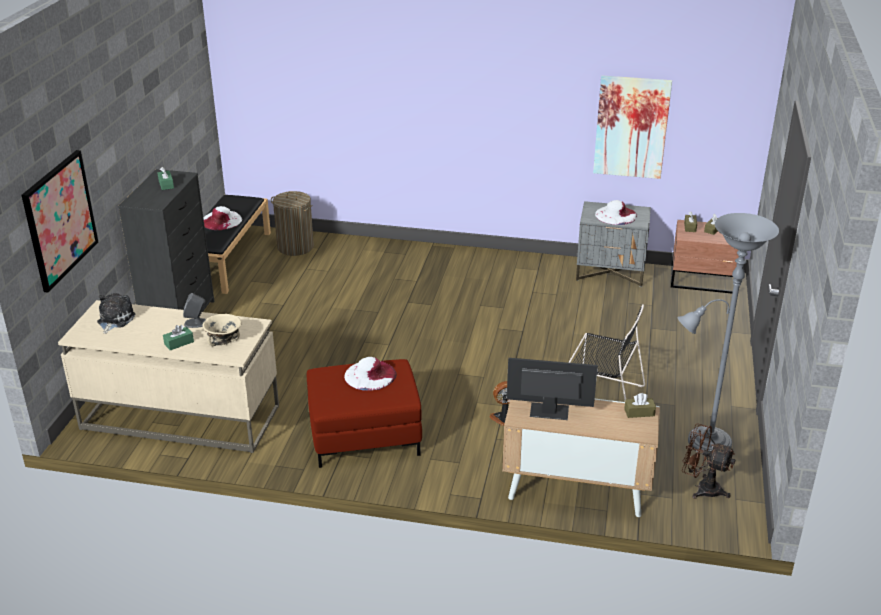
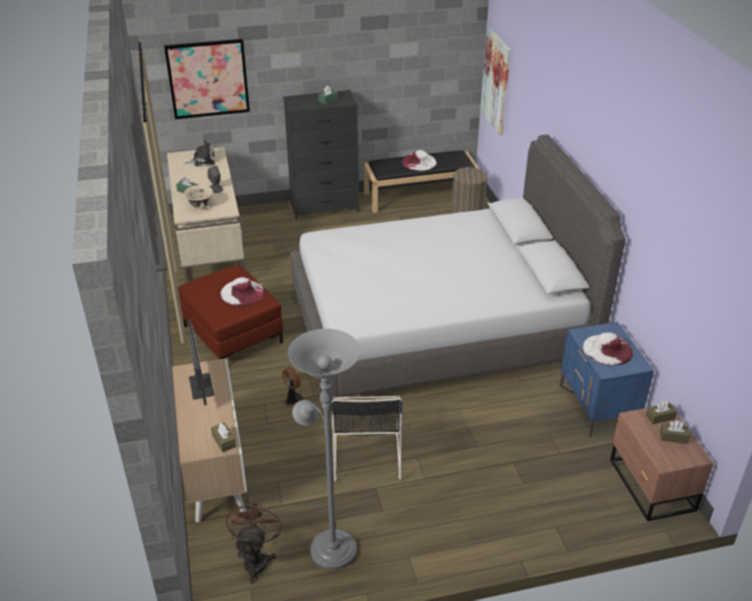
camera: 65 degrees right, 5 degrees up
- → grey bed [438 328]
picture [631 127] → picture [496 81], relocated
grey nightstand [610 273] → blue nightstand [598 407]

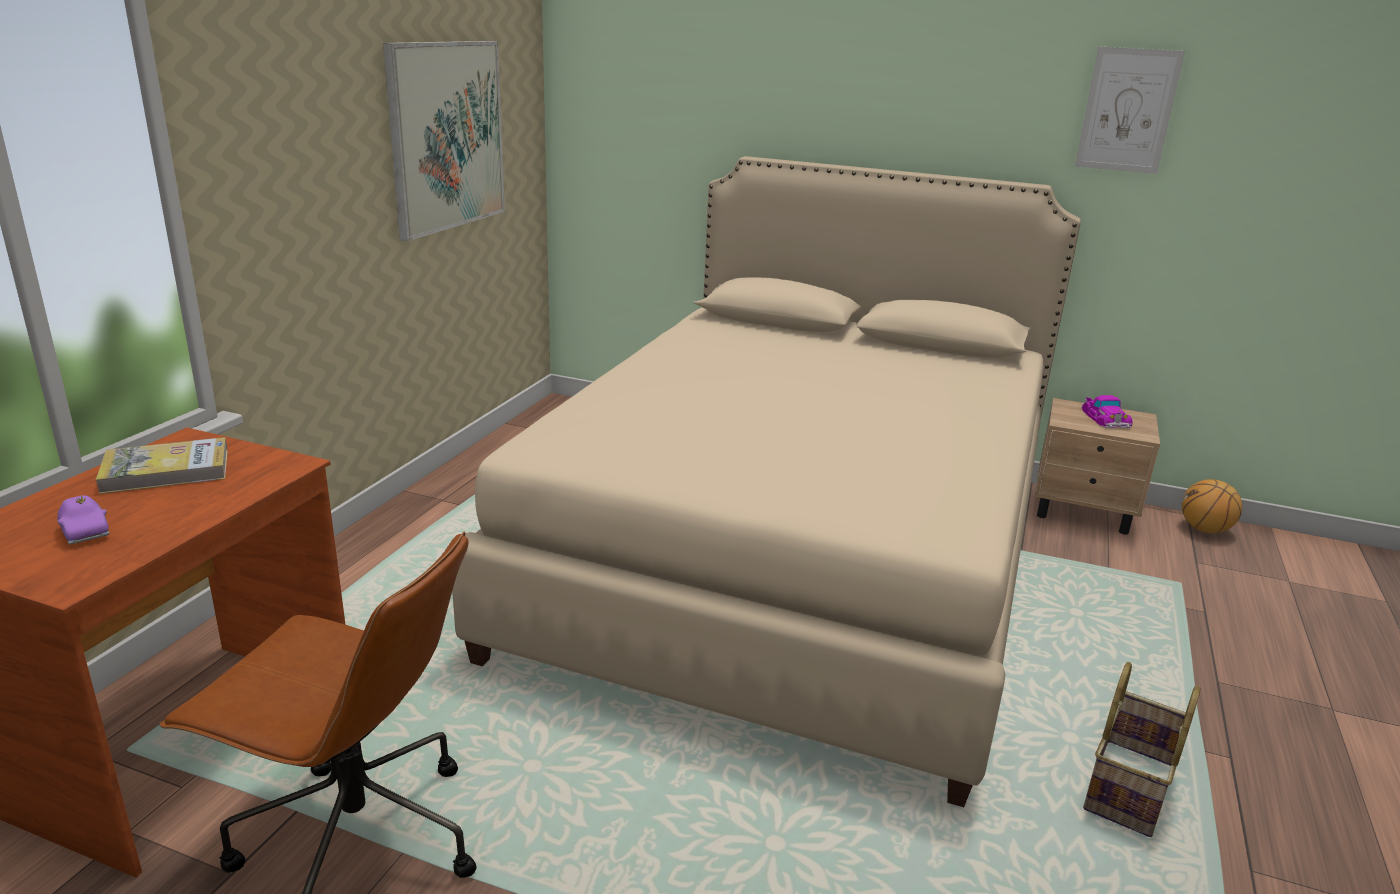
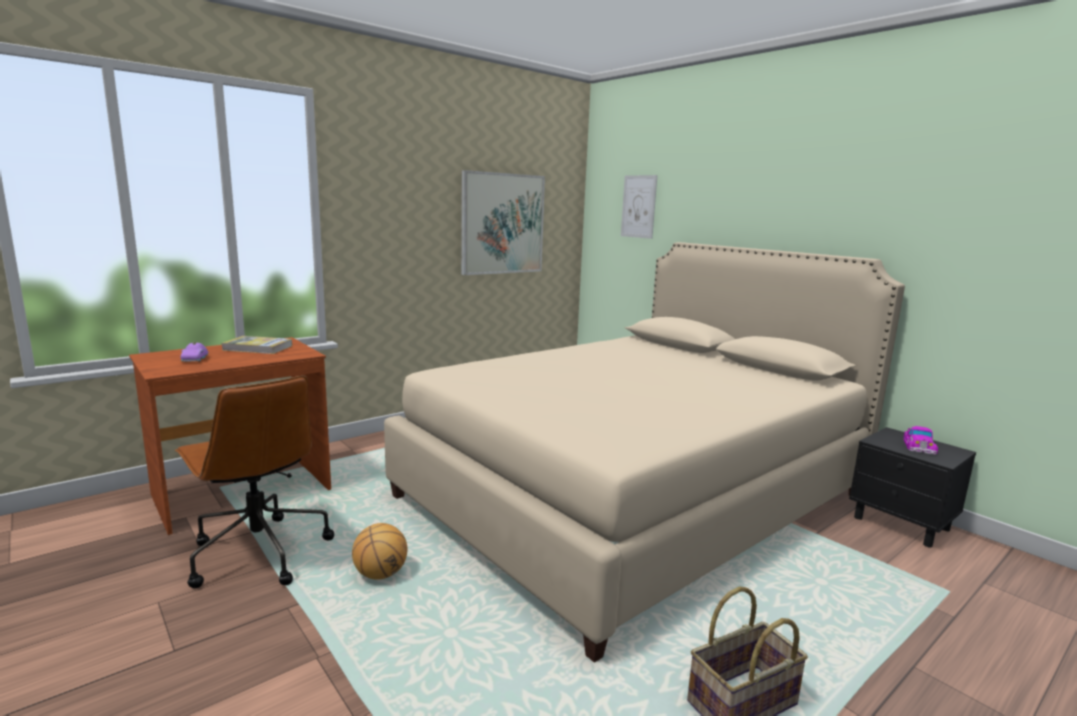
camera: 30 degrees right, 10 degrees down
picture [1127 110] → picture [638 206], relocated
basketball [1204 530] → basketball [380 574], relocated
beige nightstand [1084 512] → black nightstand [902 524]

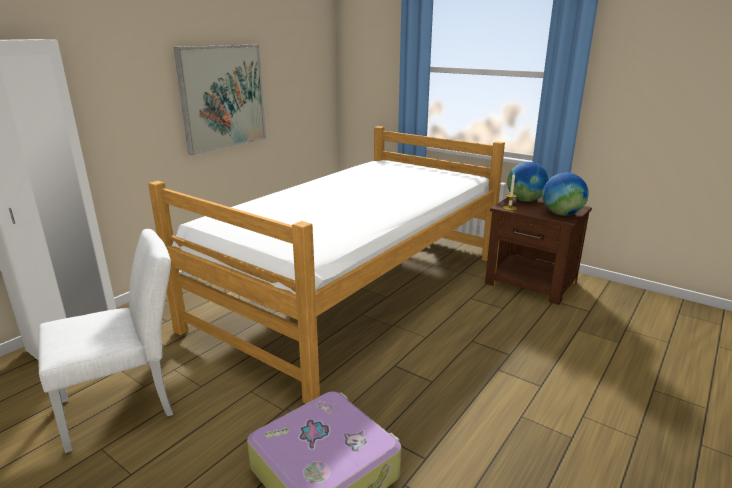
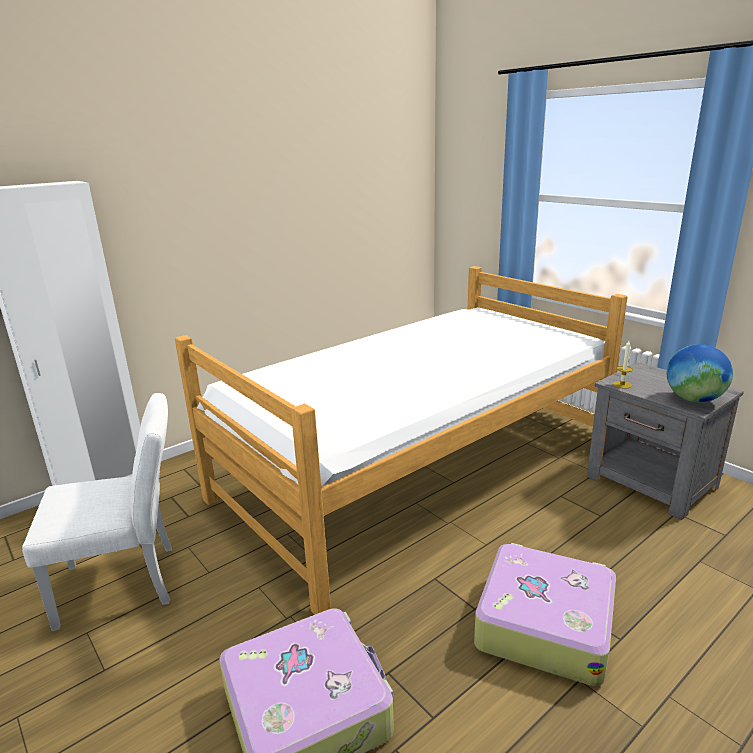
camera: 15 degrees right, 0 degrees up
picture [223 97] → -
globe [525 200] → -
- → suitcase [543 623]
brown nightstand [531 283] → grey nightstand [652 483]

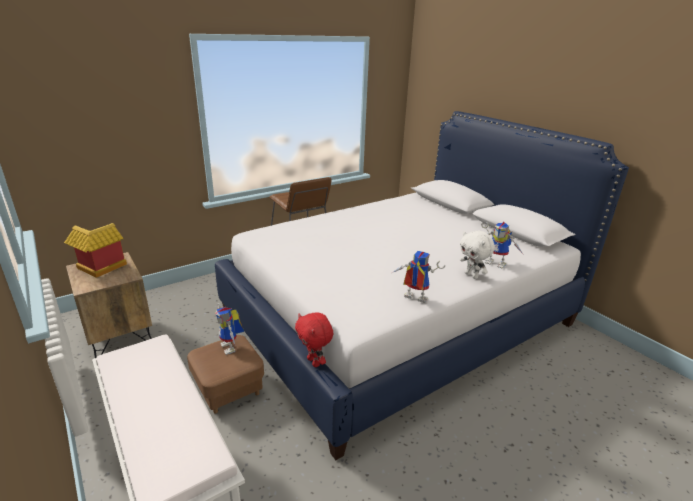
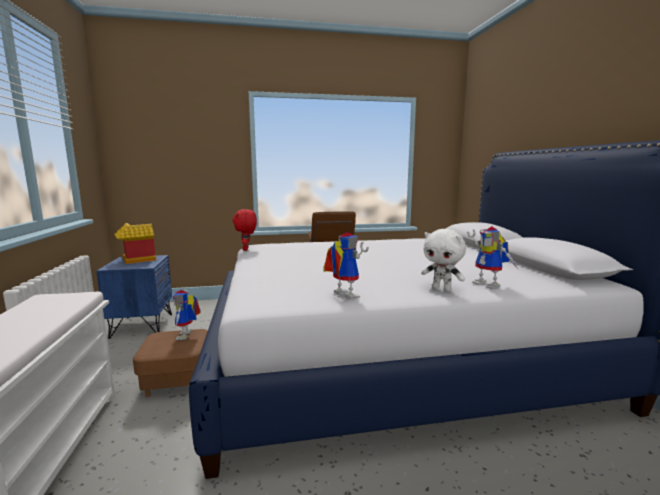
camera: 25 degrees right, 15 degrees down
red plush toy [314 362] → red plush toy [246 249], relocated
brown nightstand [119 338] → blue nightstand [141 325]
white plush toy [472 275] → white plush toy [442 289], 45 degrees counterclockwise

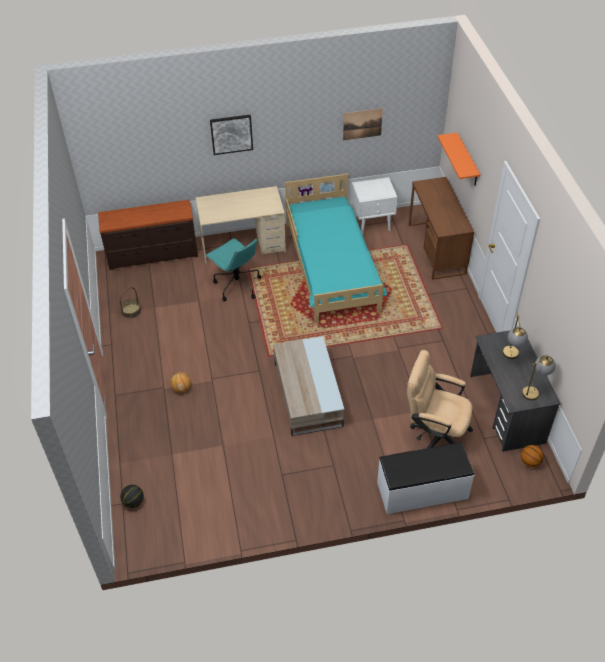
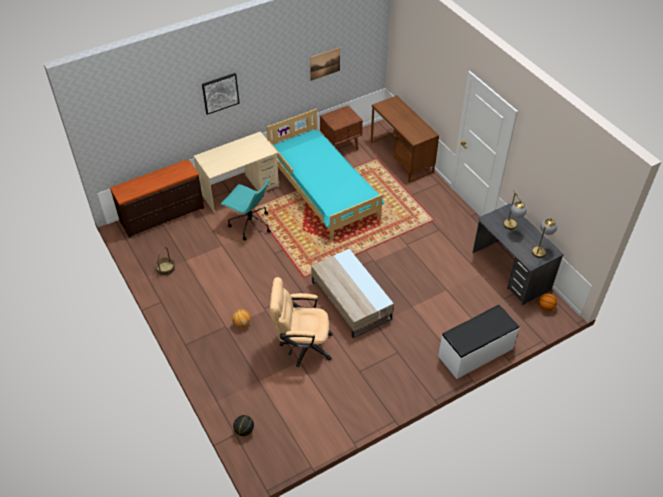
camera: 20 degrees left, 0 degrees up
orange shelf [467 160] → -
beige office chair [435 434] → beige office chair [302 345], relocated
white nightstand [373 223] → brown nightstand [341 147]

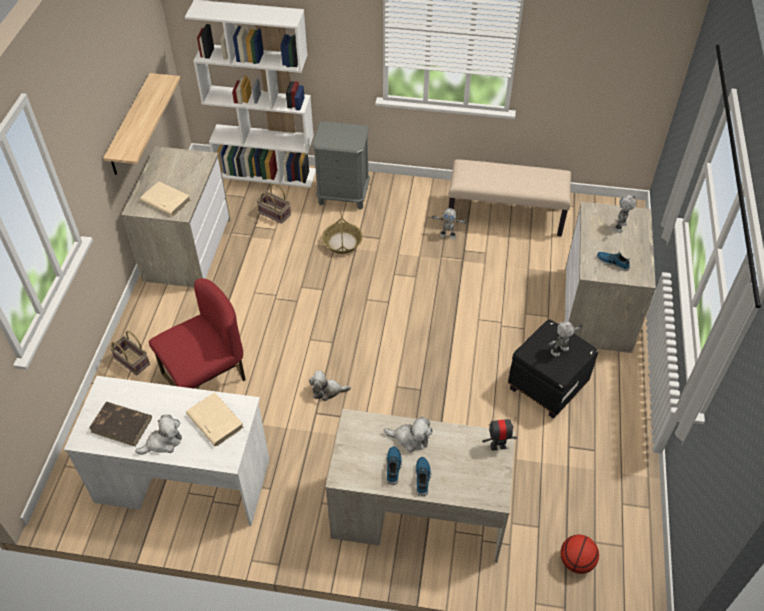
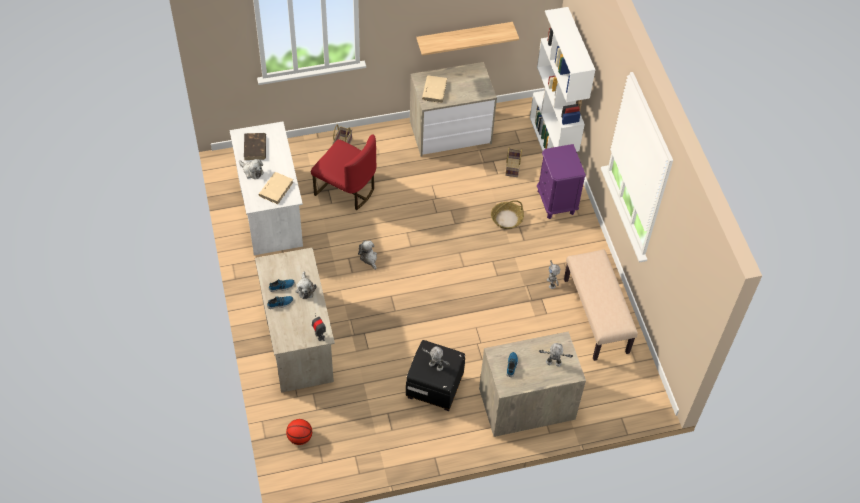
camera: 65 degrees right, 5 degrees up
grey nightstand [343 195] → purple nightstand [556 202]

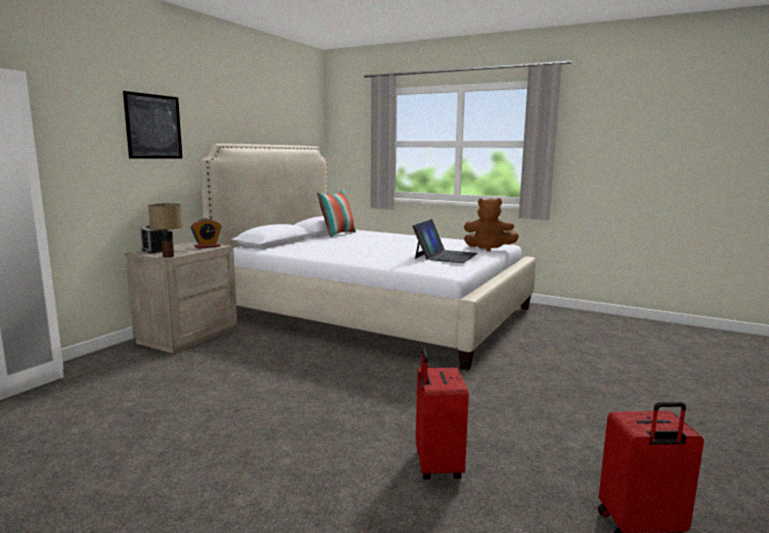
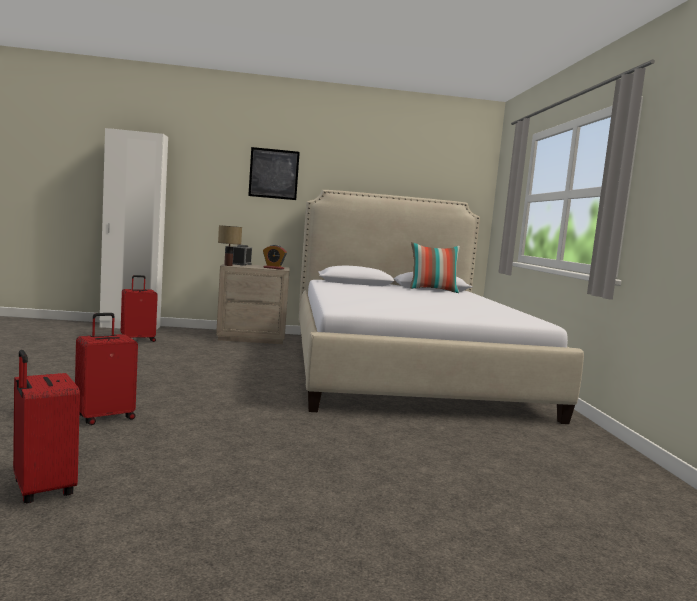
camera: 55 degrees right, 5 degrees down
laptop [445 256] → -
brown plush toy [488 248] → -
- → red suitcase [138 340]

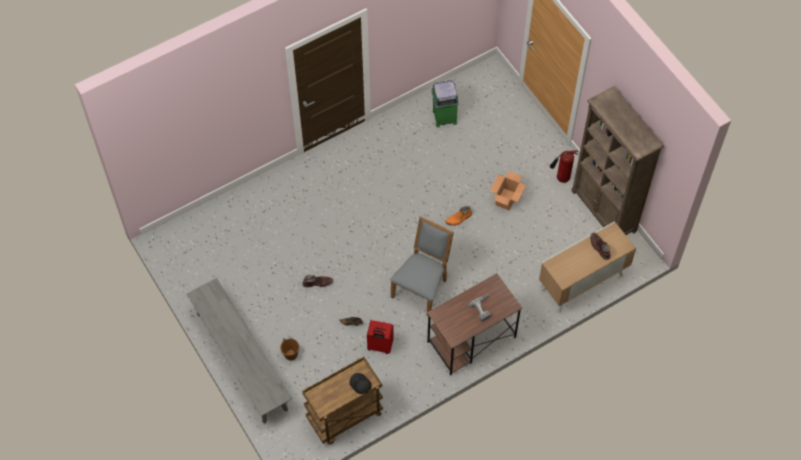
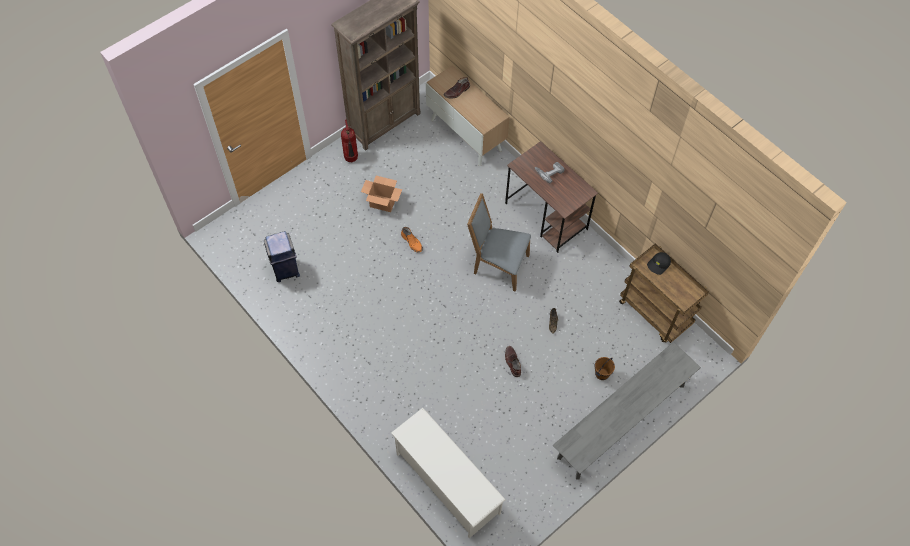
camera: 100 degrees left, 0 degrees up
red suitcase [380 346] → -
- → white shoe rack [447 483]
green trash can [444 117] → blue trash can [285 270]

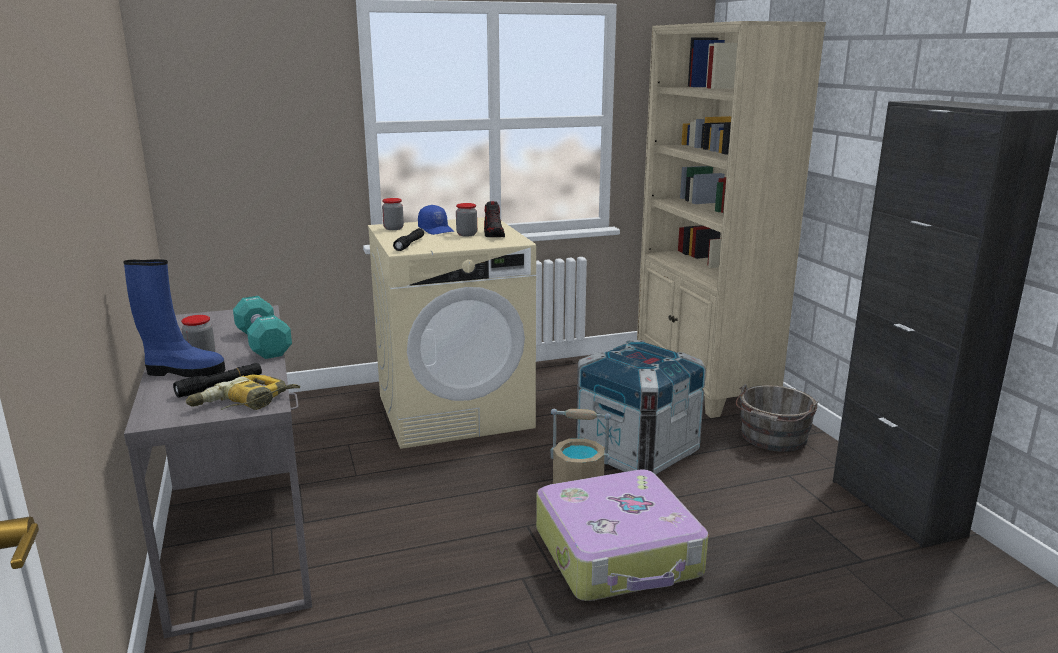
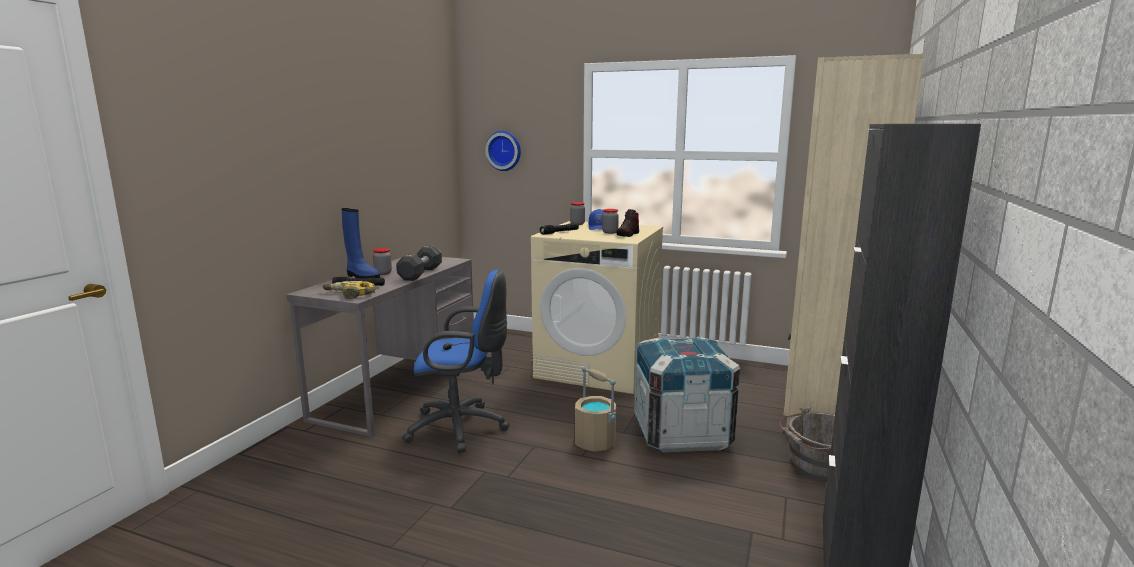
camera: 40 degrees right, 5 degrees down
suitcase [619 553] → -
- → blue office chair [462 428]
- → wall clock [504 150]
turquoise dumbbell [263 343] → black dumbbell [420 273]

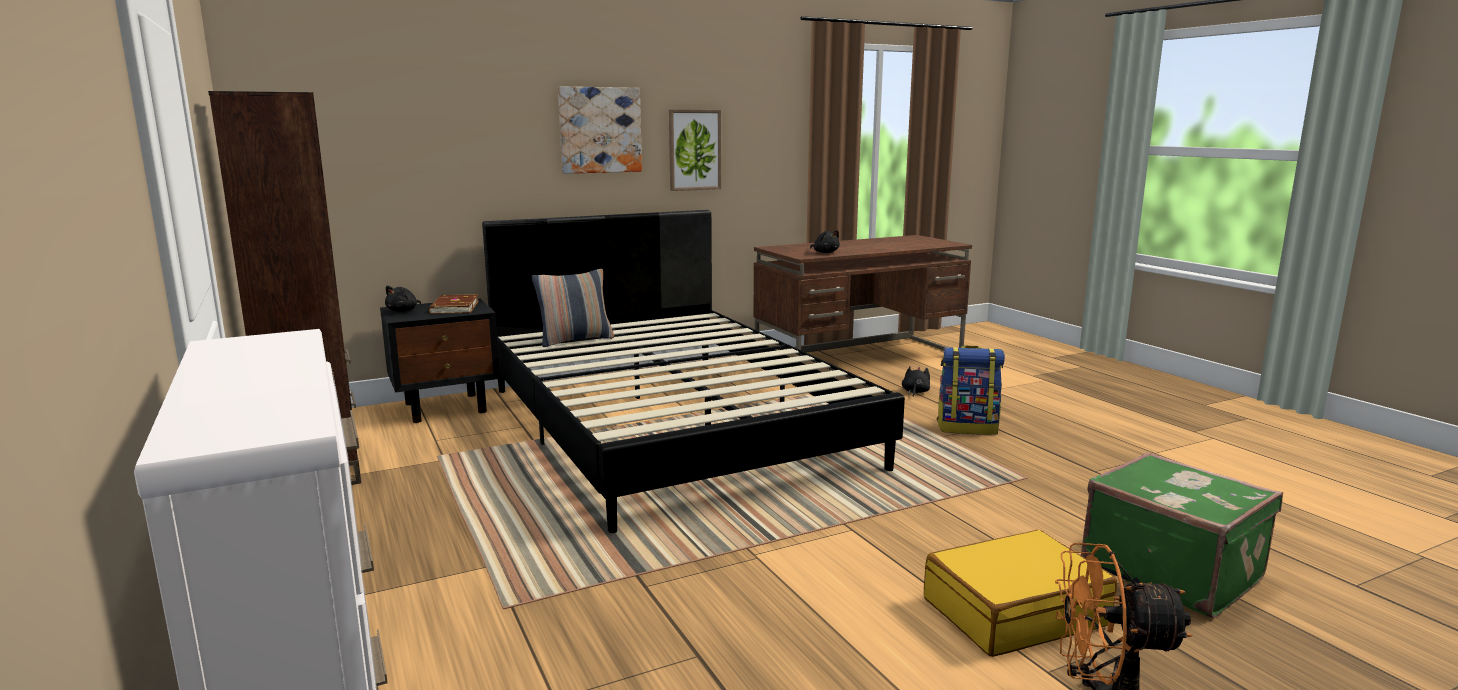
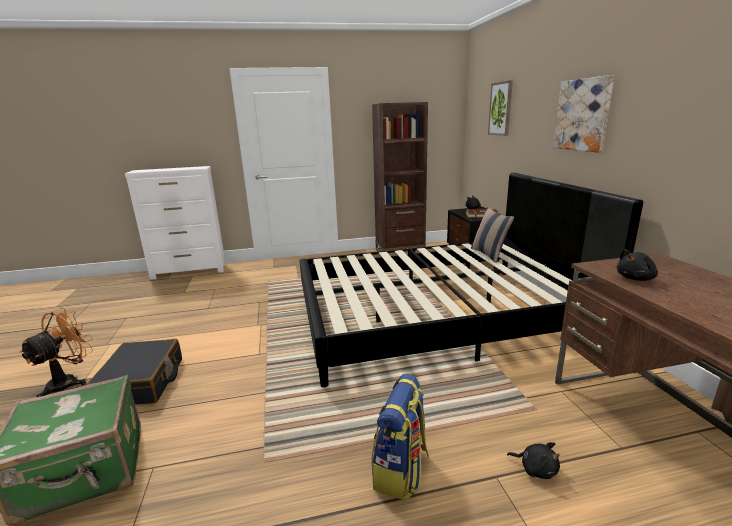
camera: 105 degrees right, 5 degrees up
picture [694 150] → picture [500 109], relocated
yellow suitcase [1013 611] → black suitcase [142 382]

